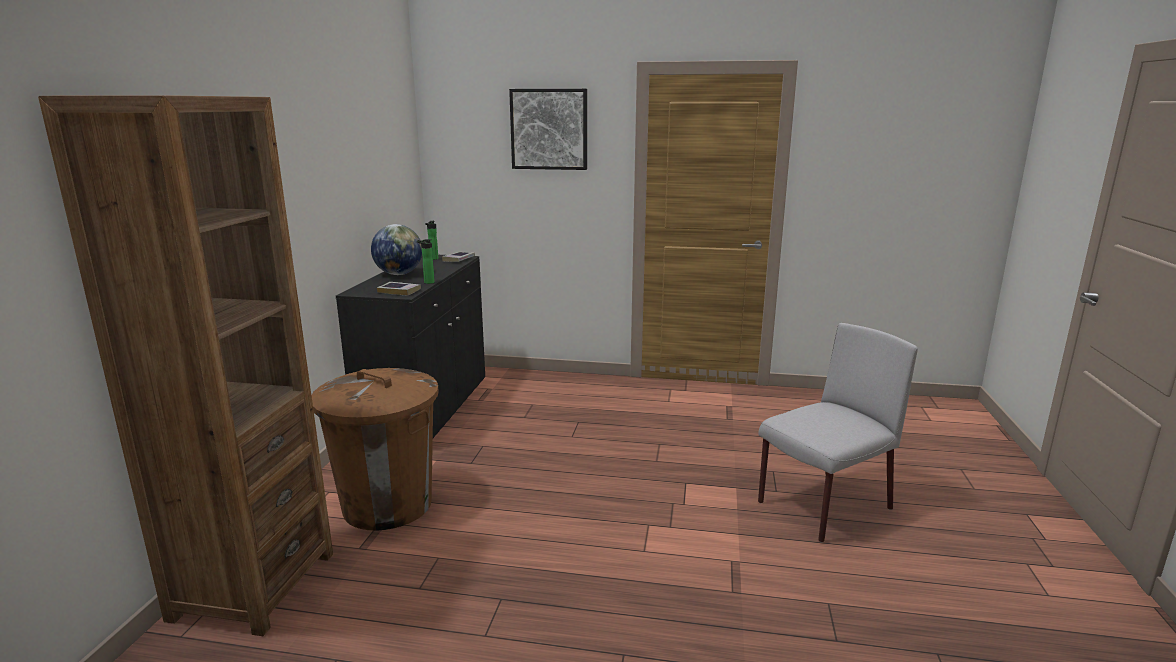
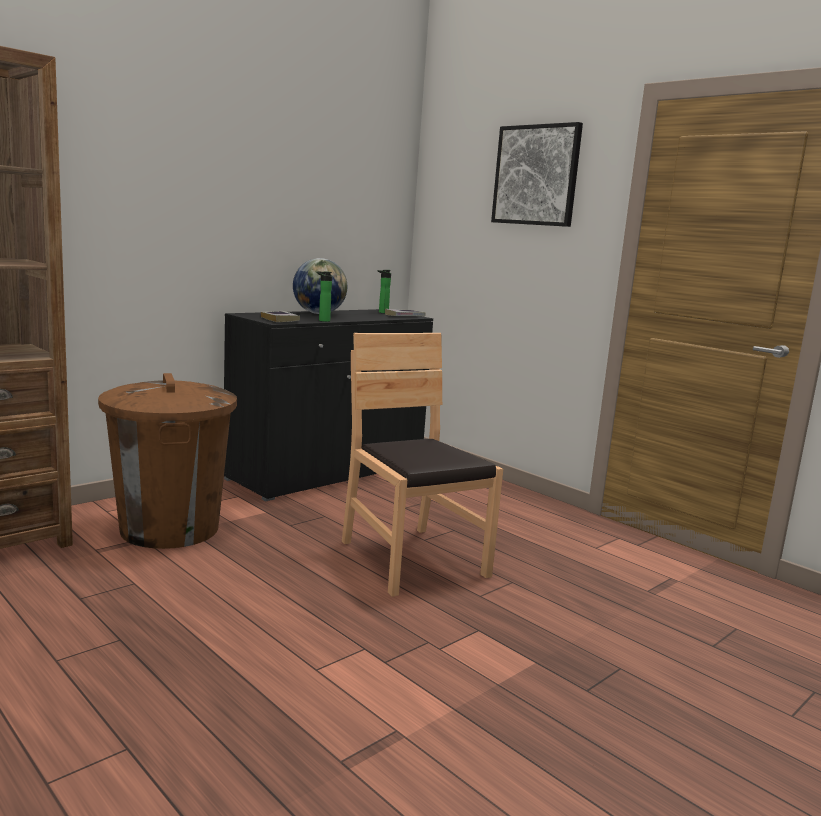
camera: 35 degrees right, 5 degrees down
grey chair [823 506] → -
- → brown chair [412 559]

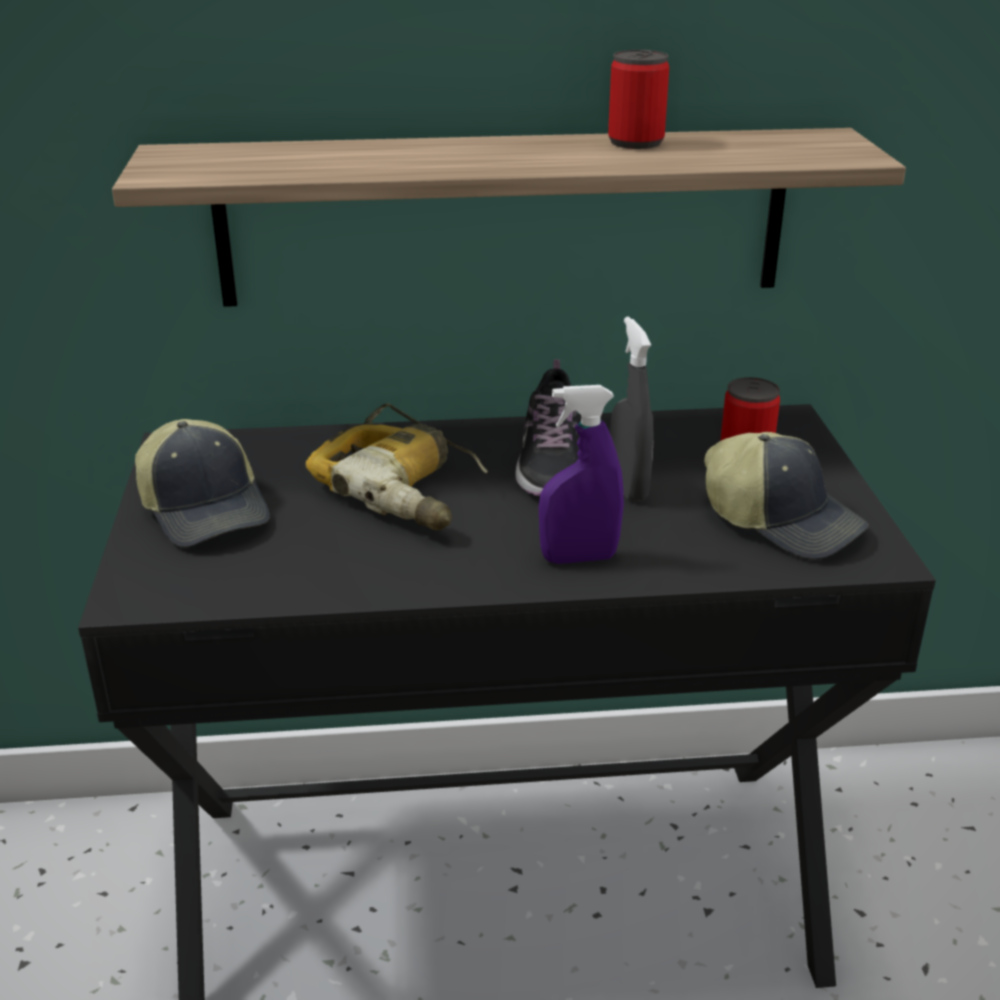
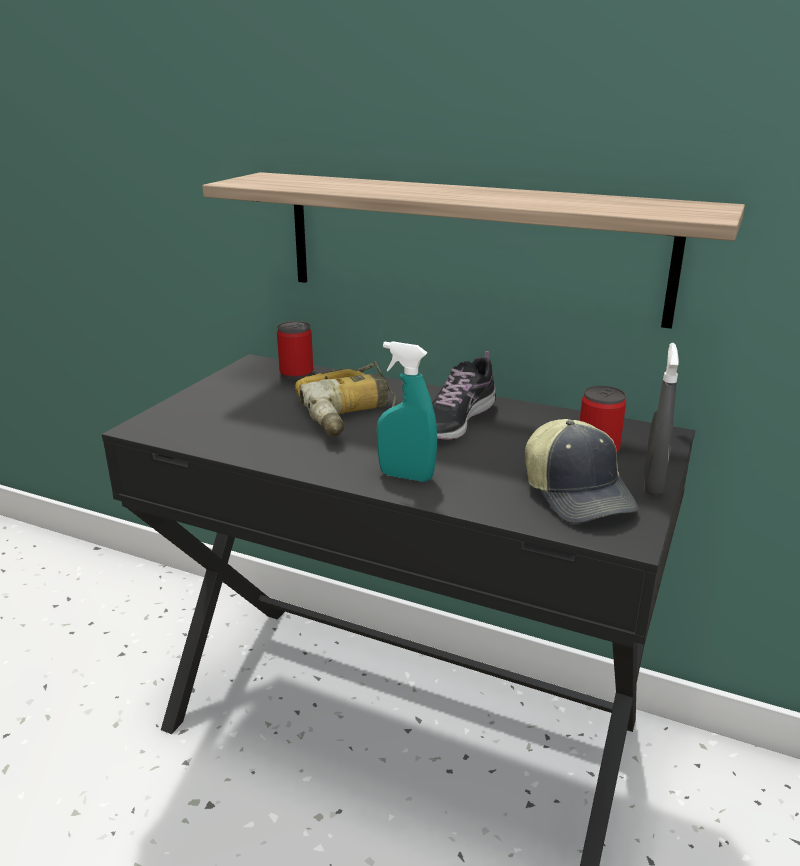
camera: 30 degrees right, 5 degrees down
cap [207 509] → -
can [635 142] → can [296 374], relocated
grey spray bottle [628 487] → grey spray bottle [652 484], relocated
purple spray bottle [579 558] → turquoise spray bottle [406 476]

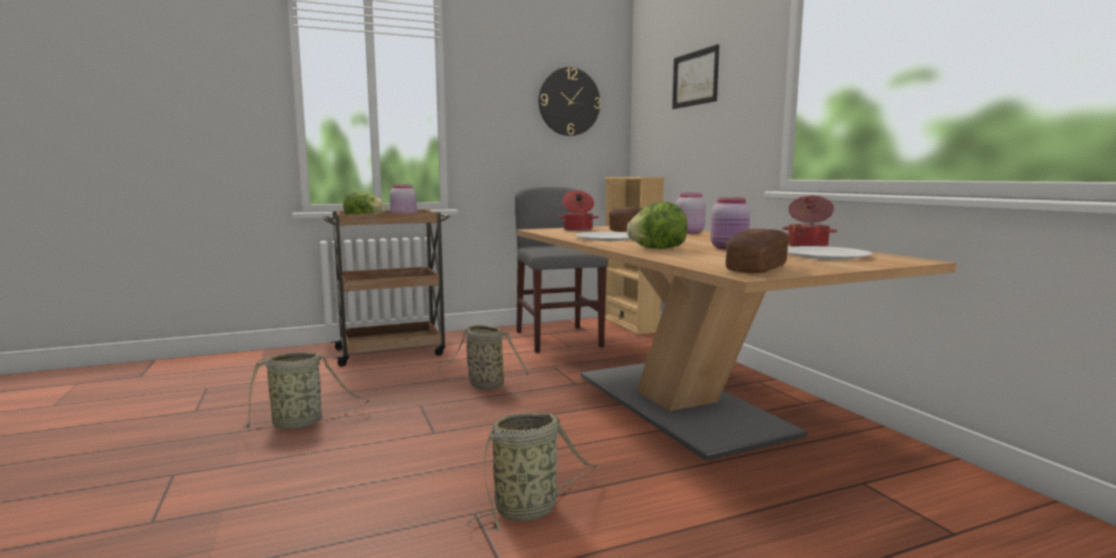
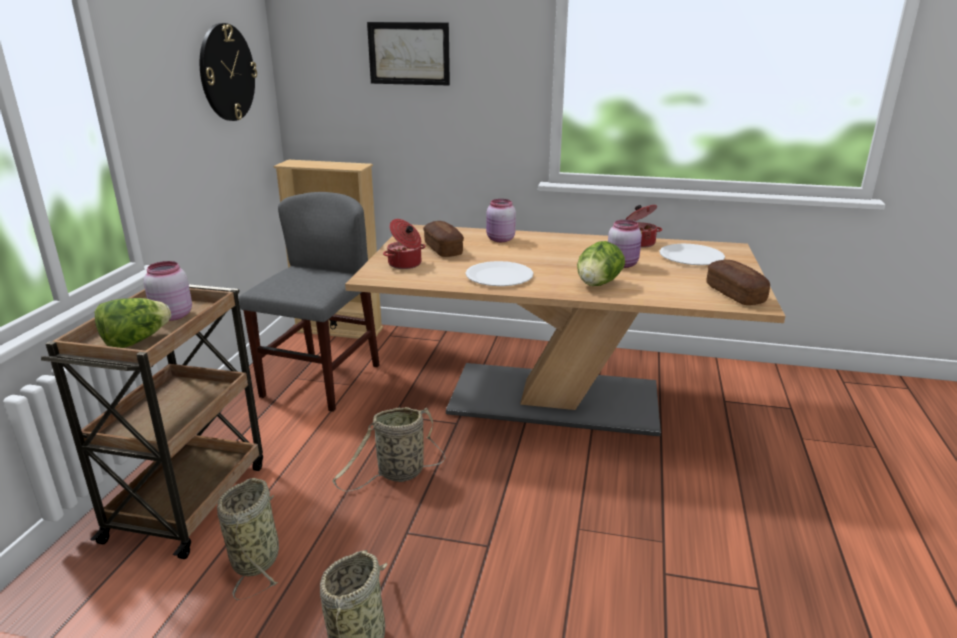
camera: 55 degrees left, 15 degrees up
basket [530 509] → basket [257 558], relocated
grey chair [558 339] → grey chair [321 380], 90 degrees clockwise

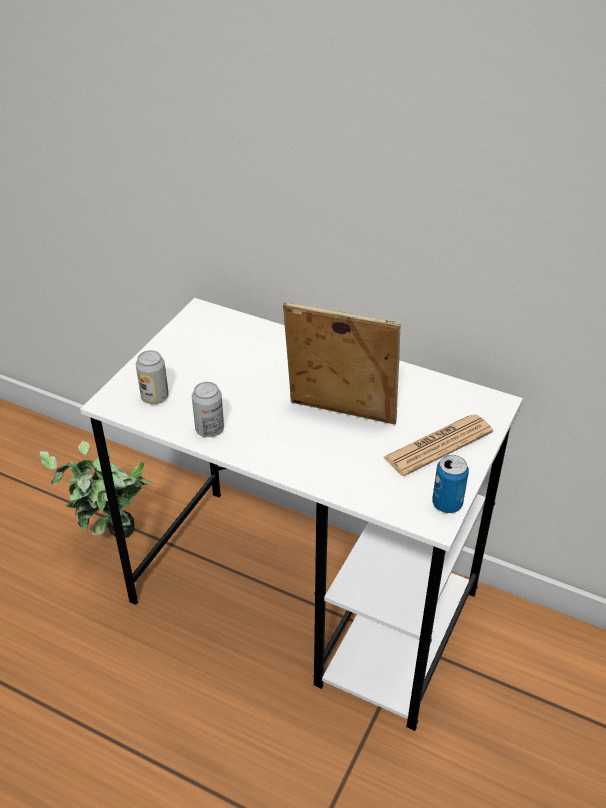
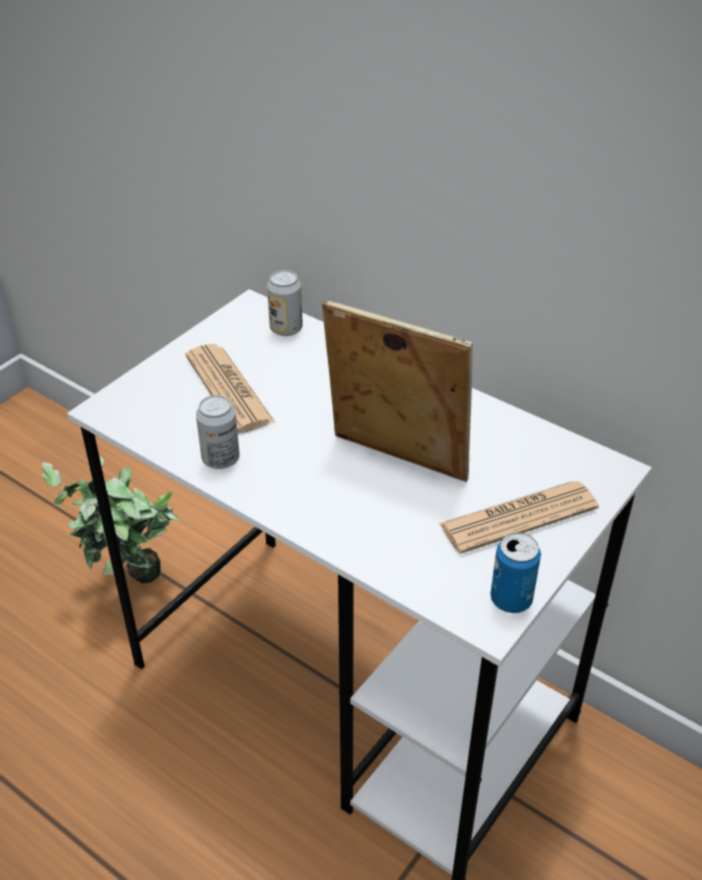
camera: 10 degrees right, 0 degrees up
- → newspaper [229 389]
can [155 397] → can [286 329], relocated

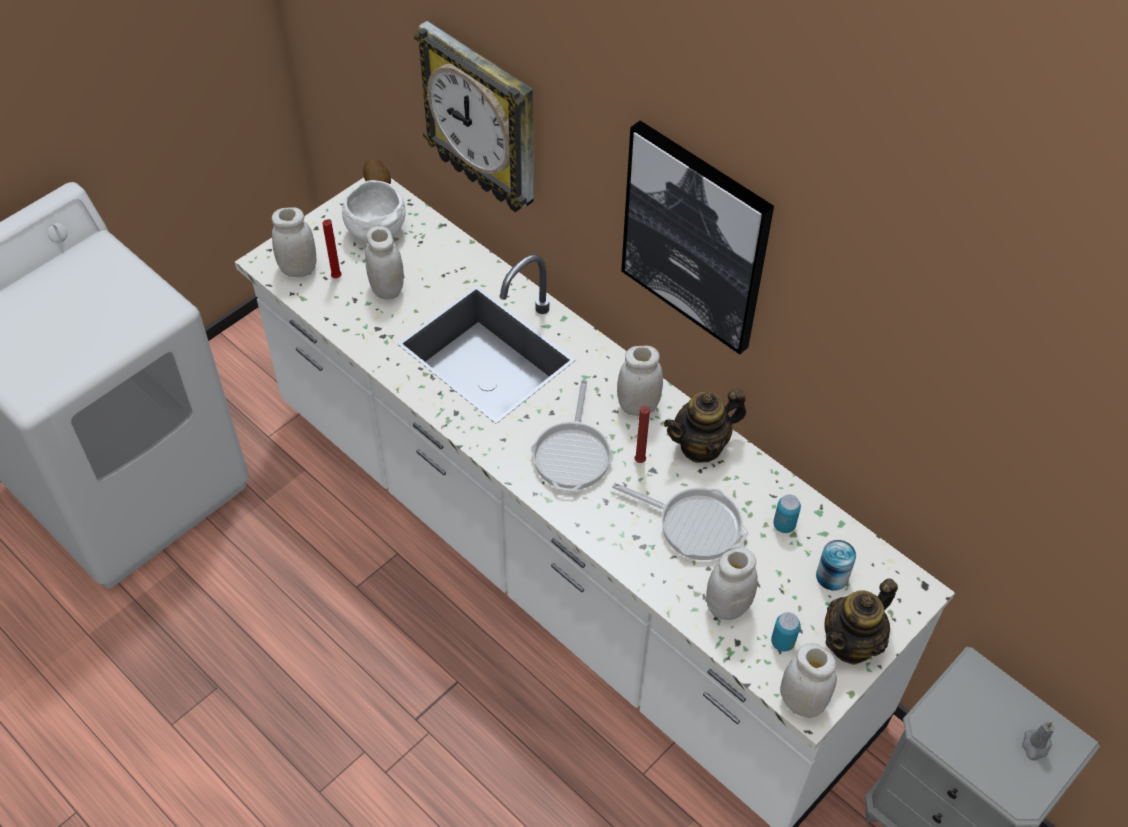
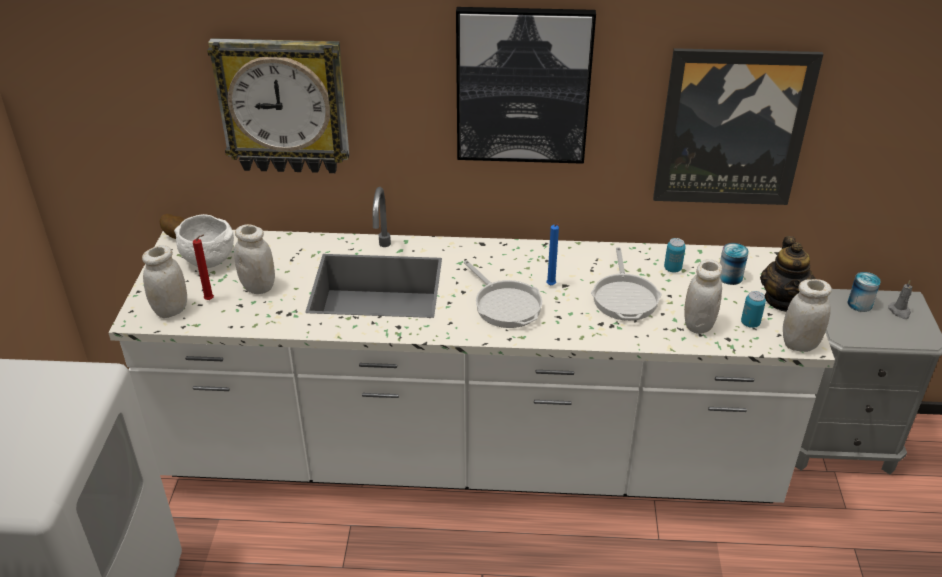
camera: 40 degrees left, 15 degrees down
white jar [638 406] → -
teapot [701 446] → -
- → picture [732 127]
- → can [859 304]
red candle [639 462] → blue candle [551 286]
frying pan [694 524] → frying pan [625 297], 105 degrees clockwise

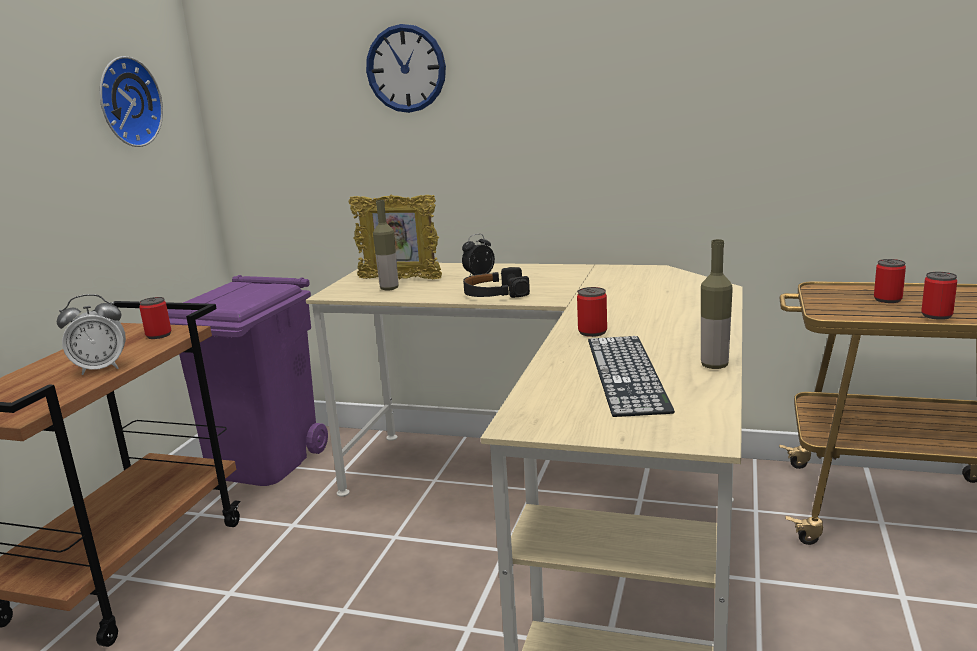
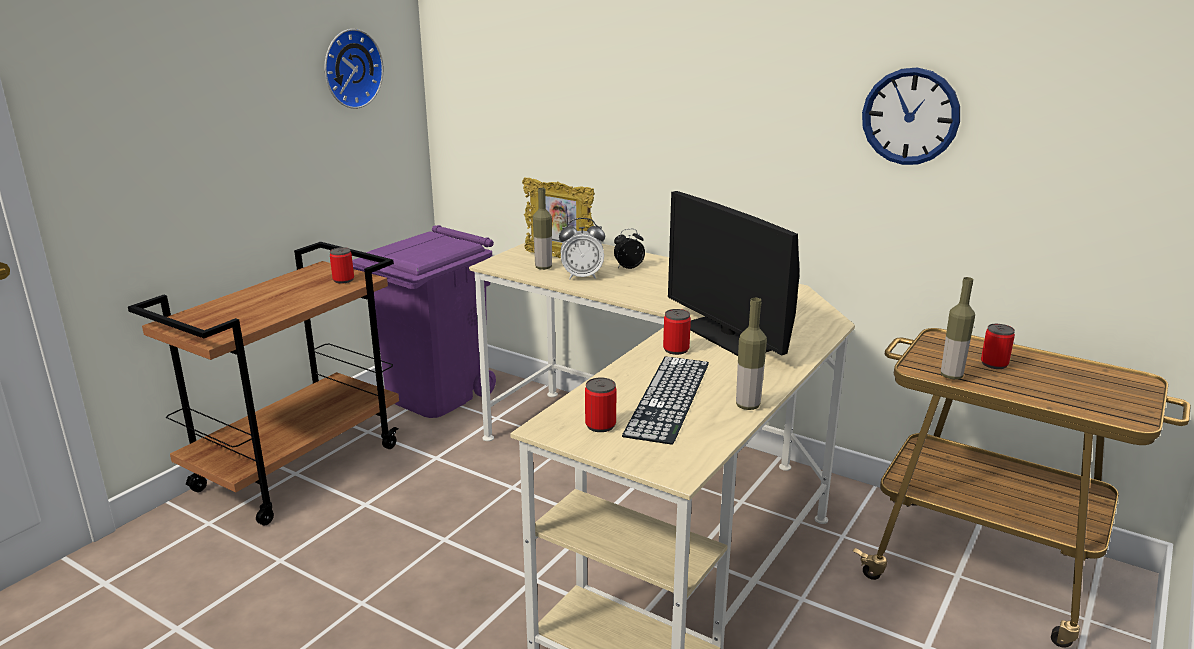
camera: 15 degrees right, 5 degrees up
black headphones [495 293] → -
- → monitor [727 336]
- → bottle [951 376]
alarm clock [101 368] → alarm clock [582 276], relocated
wall clock [406 68] → wall clock [910 116], relocated
can [936 315] → can [600 425], relocated

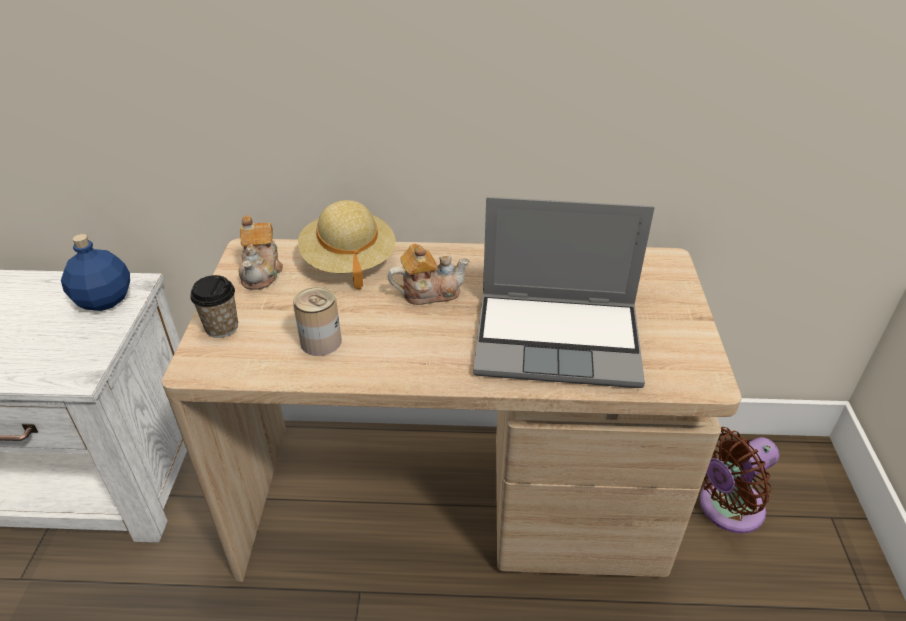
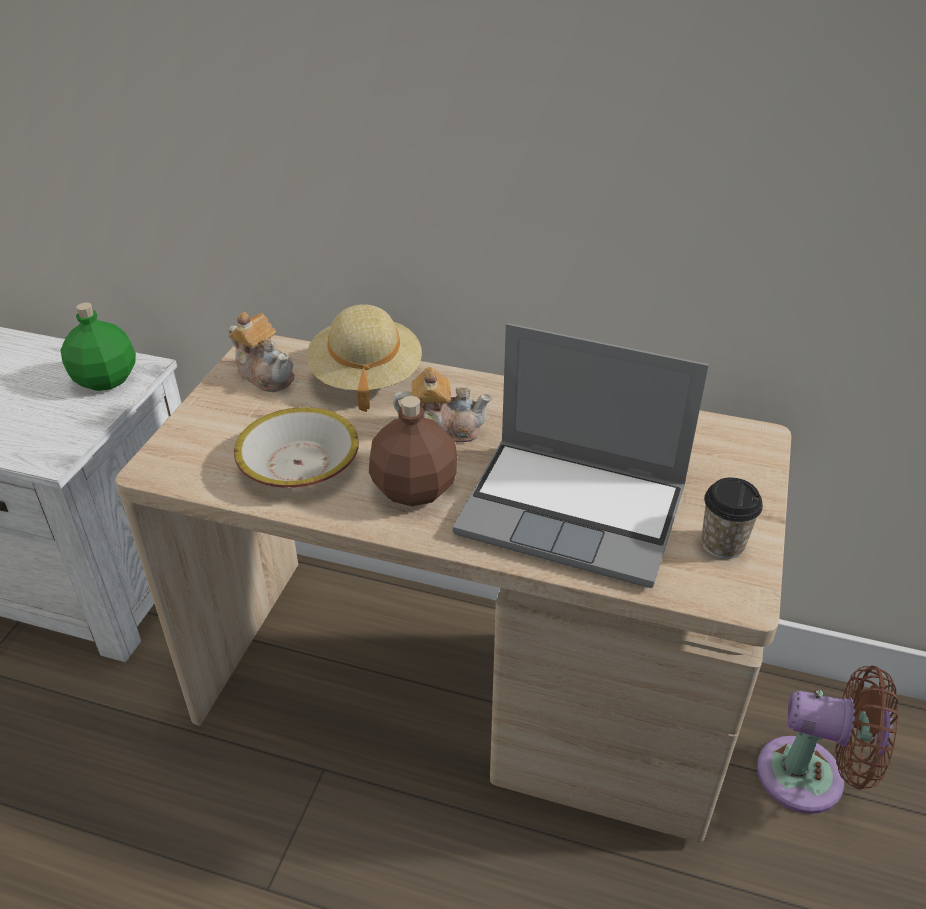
camera: 15 degrees right, 0 degrees up
- → brown bottle [414 488]
cup [222 327] → cup [722 544], relocated
can [321 341] → bowl [298 464]
blue bottle [105 299] → green bottle [106 379]
teapot [262 271] → teapot [265 374], 60 degrees counterclockwise
brown fan [725 509] → brown fan [810 777], 150 degrees counterclockwise

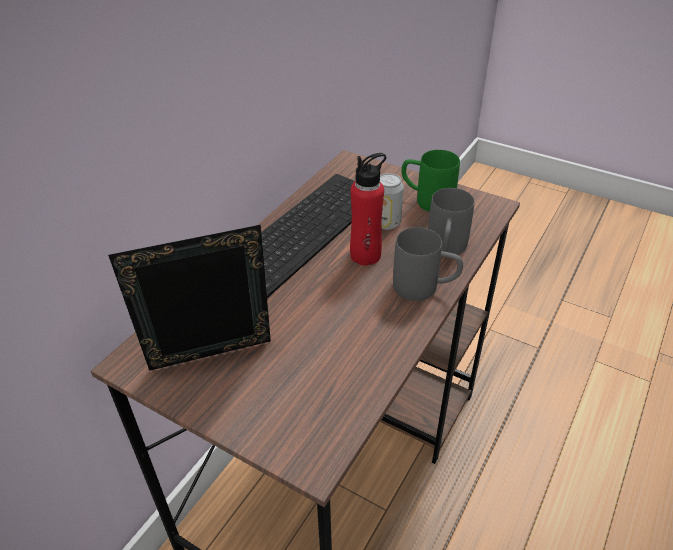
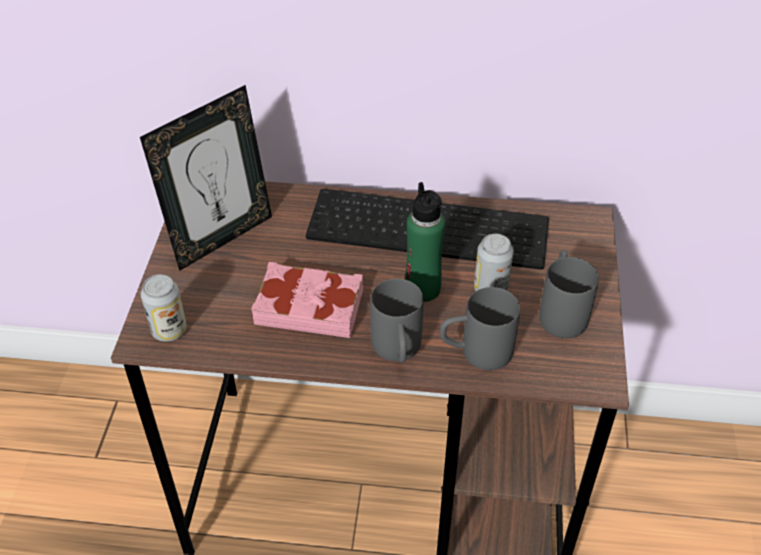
camera: 65 degrees right, 5 degrees up
- → can [169 330]
- → pink book [309 306]
red bottle [365 255] → green bottle [422 289]
green mug [426 200] → grey mug [561 311]
picture frame [213 362] → picture frame [221 238], 90 degrees clockwise

